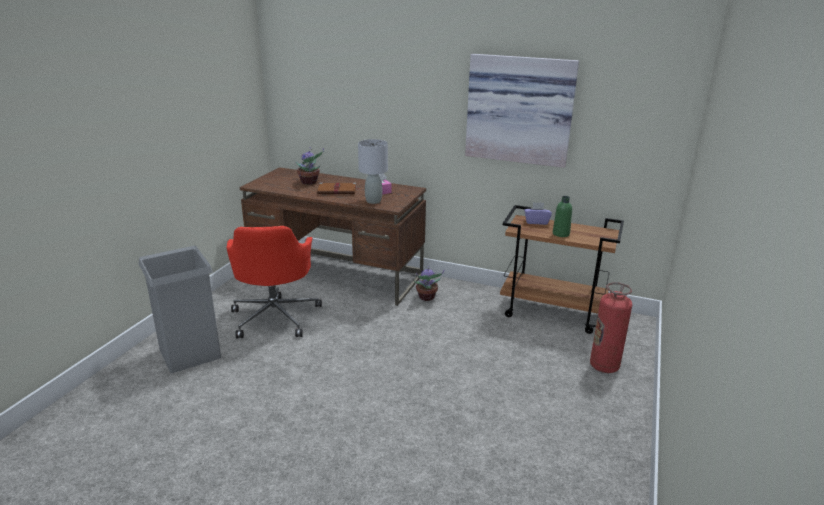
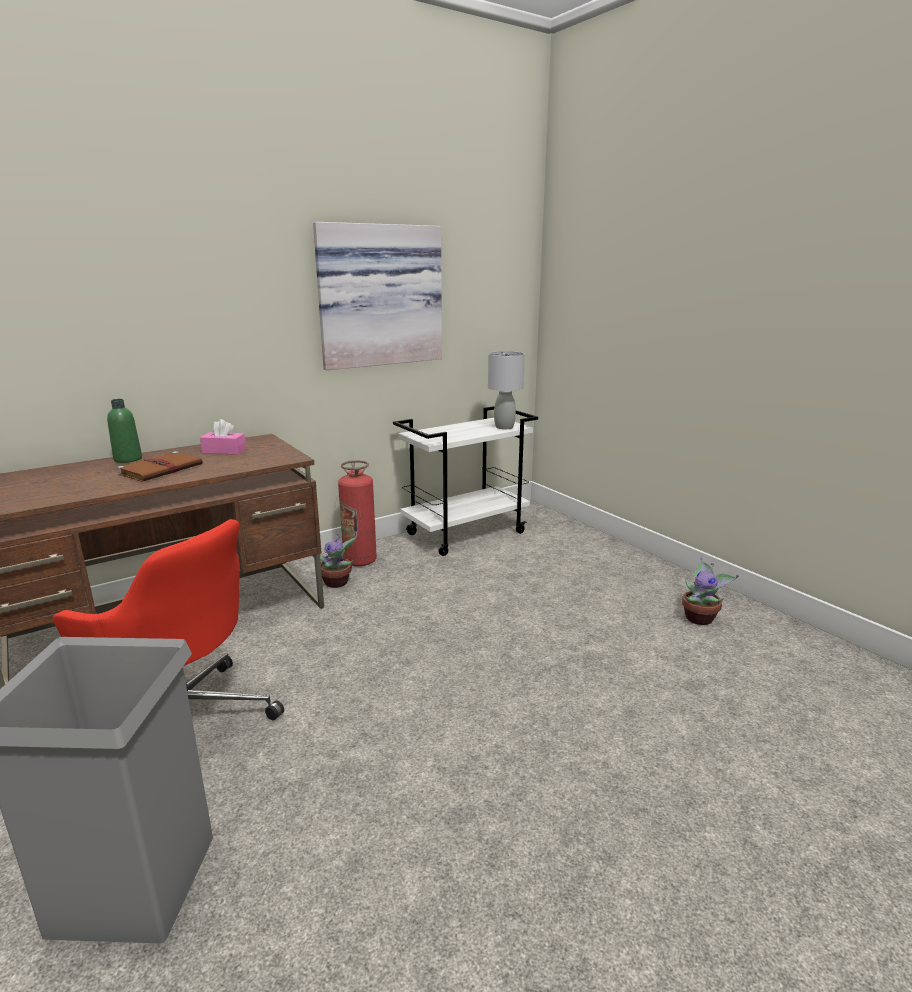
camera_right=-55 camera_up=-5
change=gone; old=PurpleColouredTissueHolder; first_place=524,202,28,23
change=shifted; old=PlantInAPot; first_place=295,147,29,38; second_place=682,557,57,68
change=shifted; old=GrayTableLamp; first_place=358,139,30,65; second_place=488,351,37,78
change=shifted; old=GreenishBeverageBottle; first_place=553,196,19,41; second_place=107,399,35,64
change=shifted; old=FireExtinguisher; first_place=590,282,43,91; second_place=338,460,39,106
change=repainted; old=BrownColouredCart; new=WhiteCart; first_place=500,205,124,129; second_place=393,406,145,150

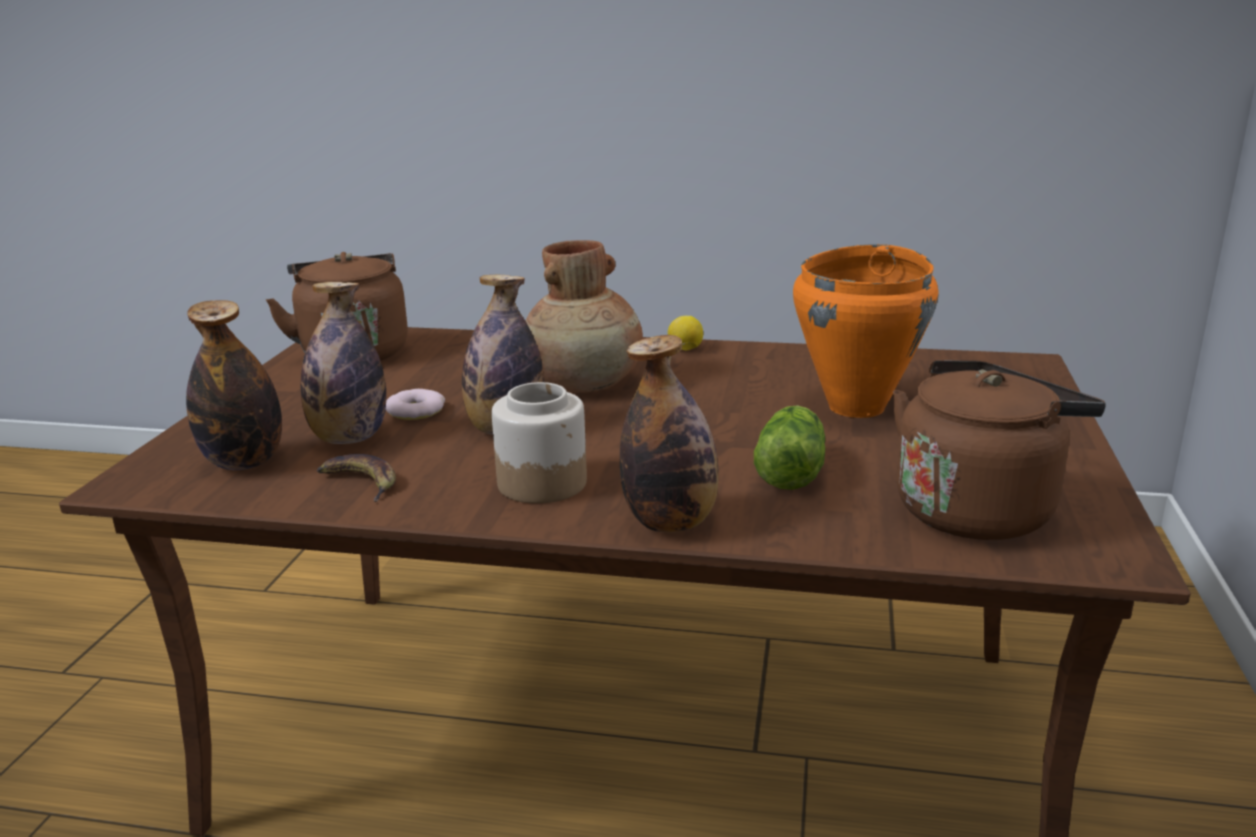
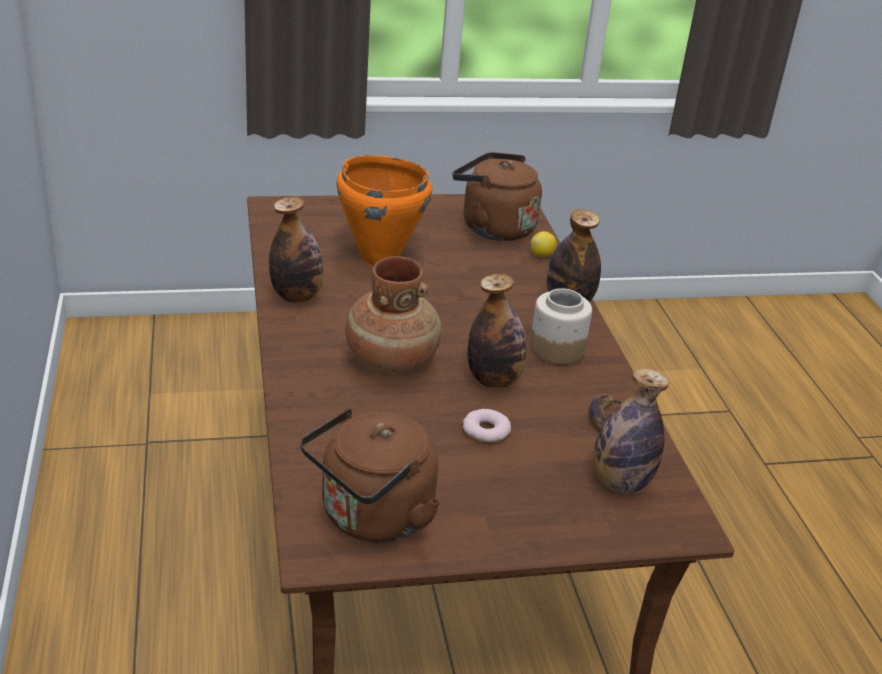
camera_right=-115 camera_up=10
change=gone; old=HeadOfLettuce; first_place=754,405,72,85
change=shifted; old=BeverageBottle; first_place=301,282,85,162; second_place=269,197,54,106
change=shifted; old=WholeLemon; first_place=668,316,35,34; second_place=531,231,26,26

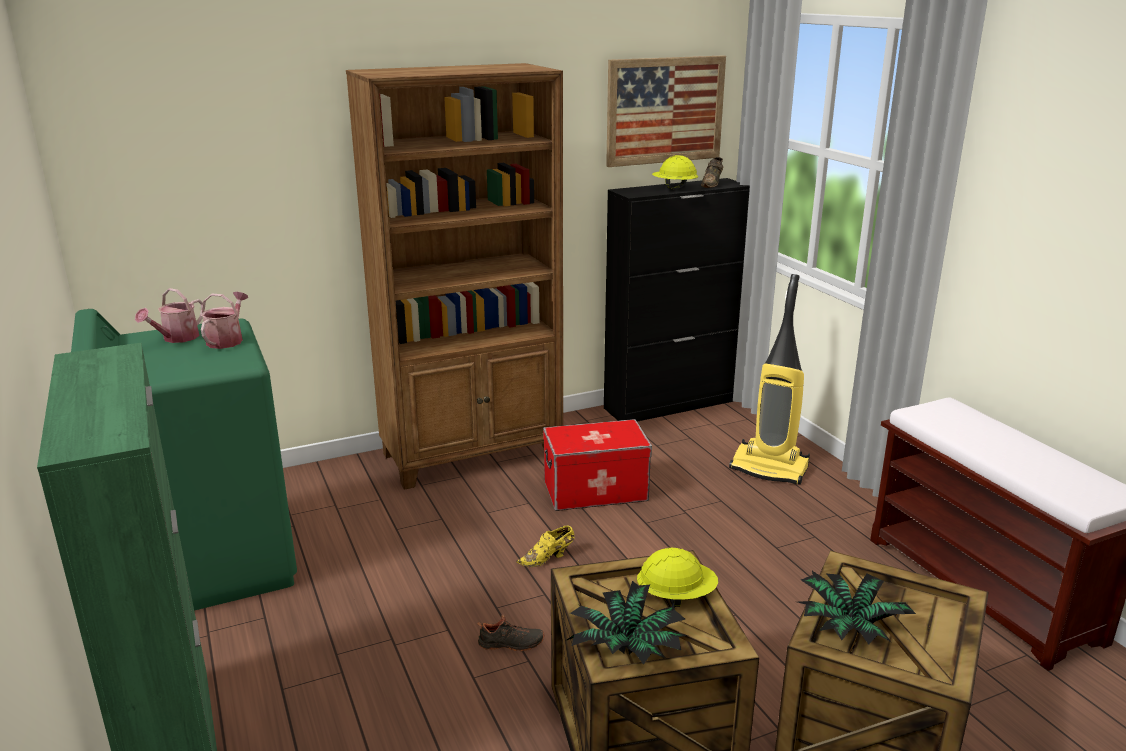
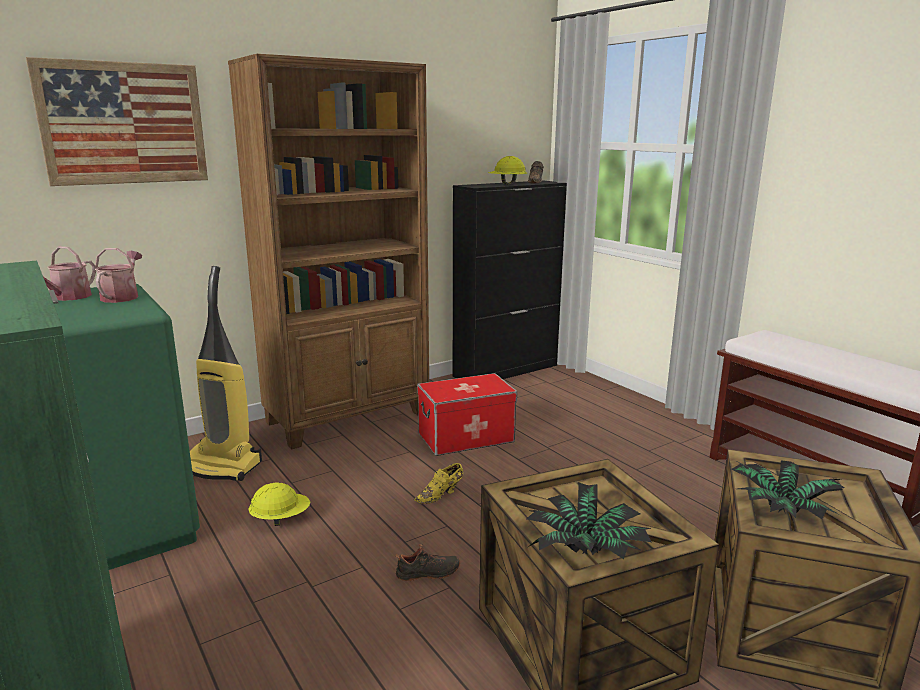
camera_right=-10 camera_up=-5
change=shifted; old=WallArt; first_place=606,55,120,112; second_place=26,57,182,129
change=shifted; old=YellowishHardHat; first_place=637,548,81,59; second_place=248,483,62,43
change=shifted; old=Hoover; first_place=729,274,81,211; second_place=190,266,72,215

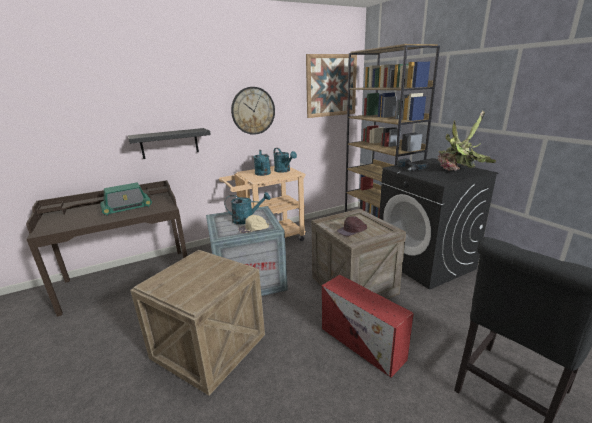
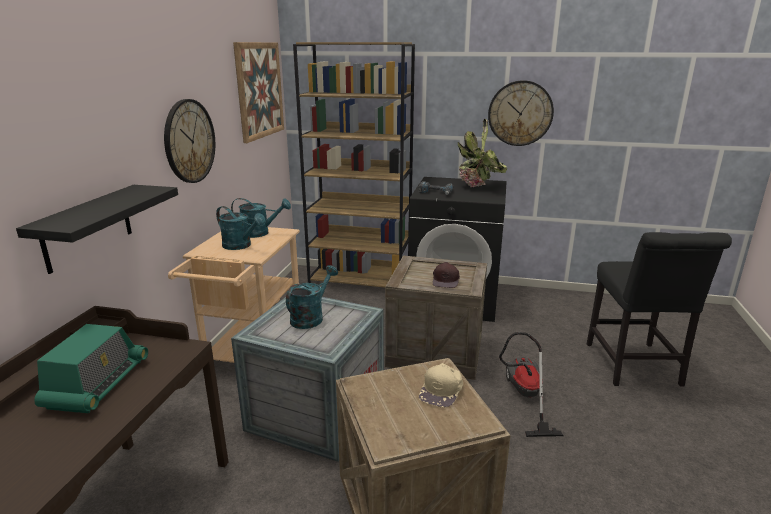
camera_right=-50 camera_up=0
change=new; new=HangingClock; second_place=488,80,66,66
change=shifted; old=BeigeColouredBaseballCap; first_place=238,215,31,18; second_place=419,363,44,45
change=swapped; old=ReddishStorageBox; new=Hoover; first_place=322,275,92,102; second_place=499,332,64,105

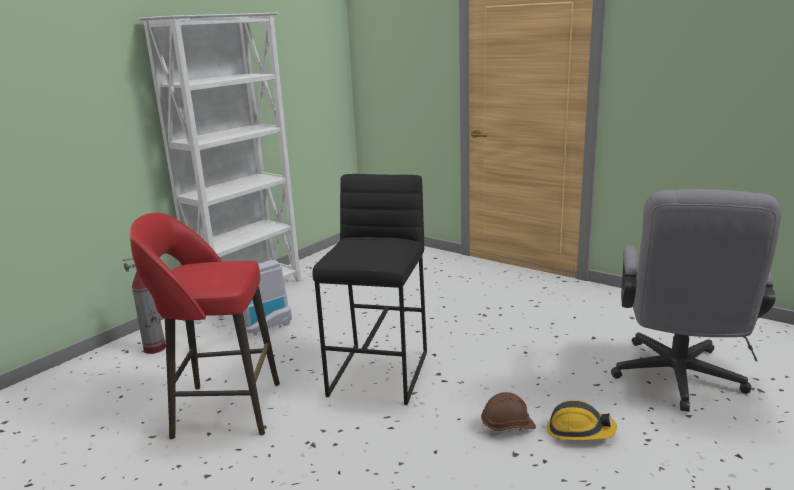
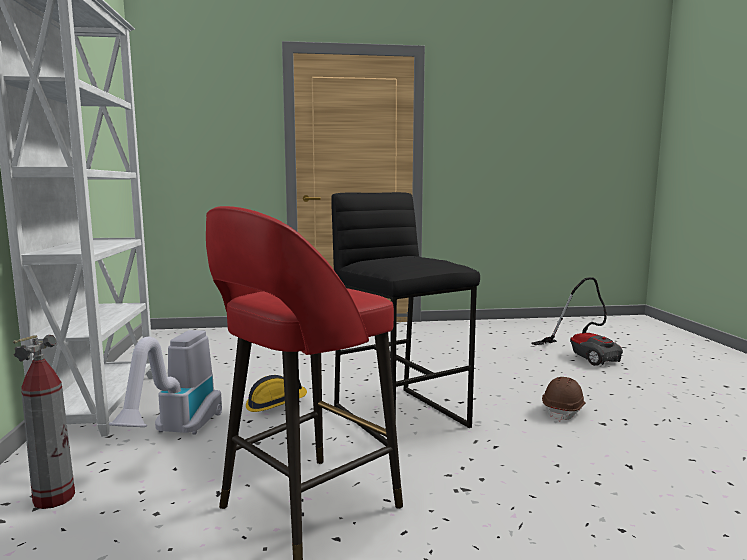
camera_right=-45 camera_up=-10
change=shifted; old=HardHat; first_place=547,400,70,40; second_place=246,375,61,37
change=swapped; old=GrayOfficeChair; new=Hoover; first_place=611,189,171,223; second_place=531,277,92,89

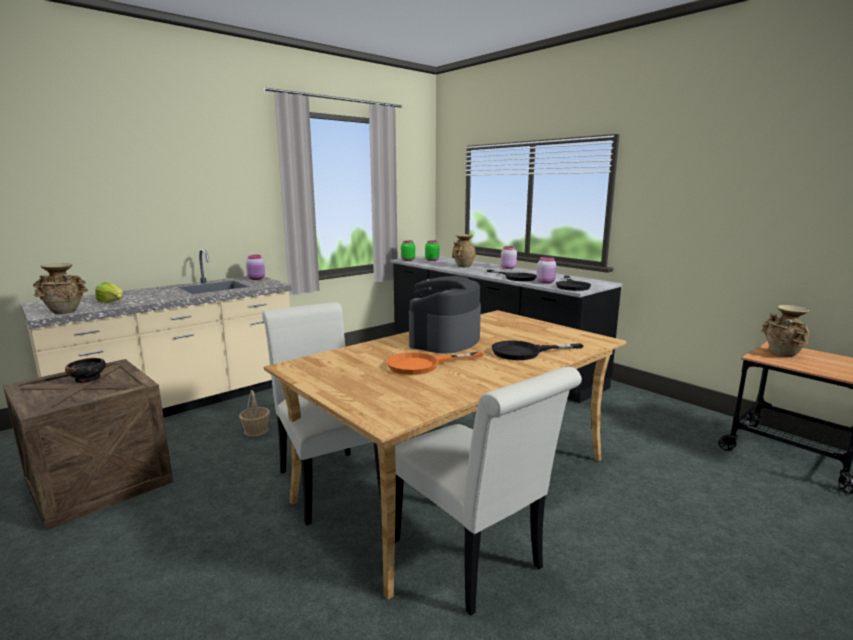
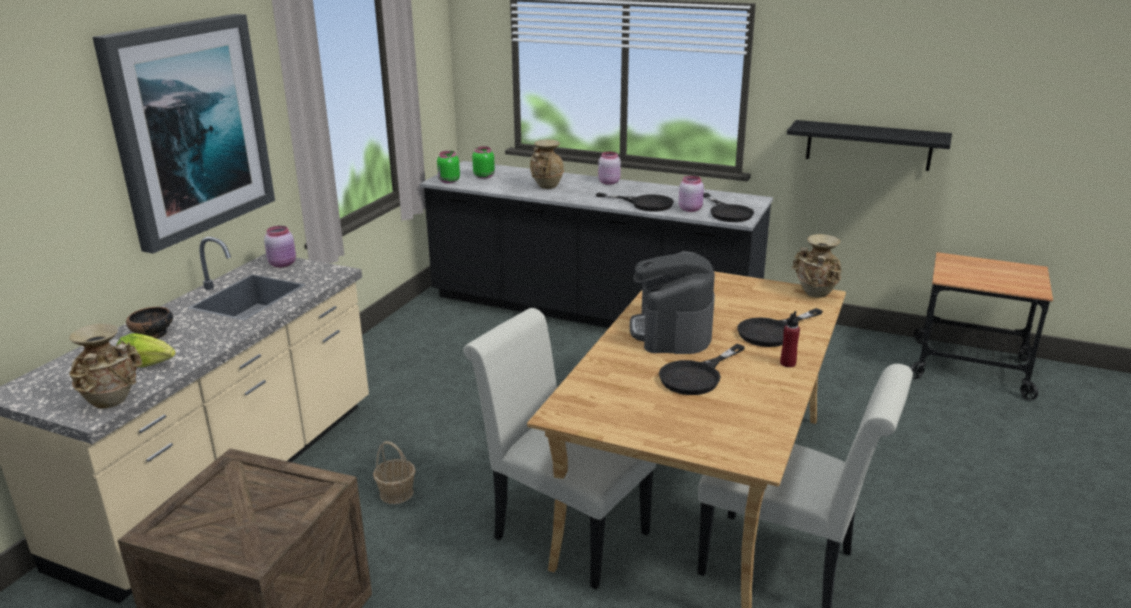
camera_right=-25 camera_up=10
change=new; new=WallArt; second_place=92,14,183,240
change=new; new=ReddishBeverageBottle; second_place=780,311,20,56
change=new; new=BlackBracketShelf; second_place=787,120,165,51
change=shifted; old=Bowl; first_place=65,358,41,25; second_place=126,307,47,32
change=shifted; old=BeigeColouredFlowerVase; first_place=761,305,48,52; second_place=791,234,51,64
change=repainted; old=OrangeyFryingPan; new=BlackFryingPan; first_place=387,352,96,23; second_place=659,344,86,51

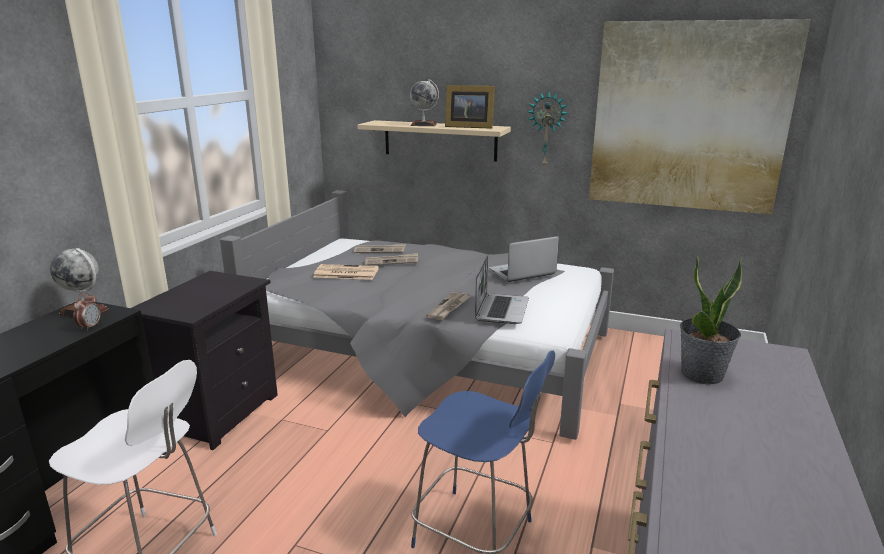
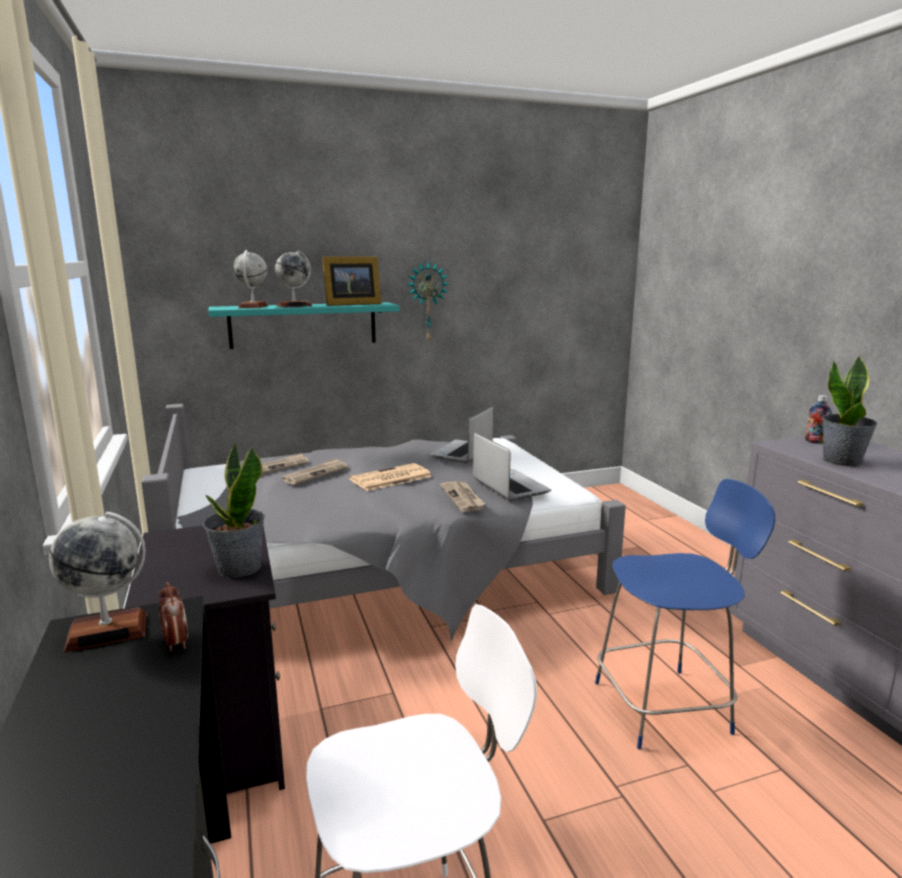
camera_right=-40 camera_up=-5
change=gone; old=WallArt; first_place=589,19,222,196
change=new; new=PlantInAPot; second_place=203,442,62,136
change=new; new=WorldGlobe; second_place=233,250,35,58
change=new; new=BeverageBottle; second_place=805,395,27,49
change=shifted; old=DailyPaper; first_place=313,264,66,16; second_place=349,463,83,28
change=repainted; old=BeigeColouredBracketShelf; new=TurquoiseBracketShelf; first_place=358,120,153,42; second_place=208,302,192,47

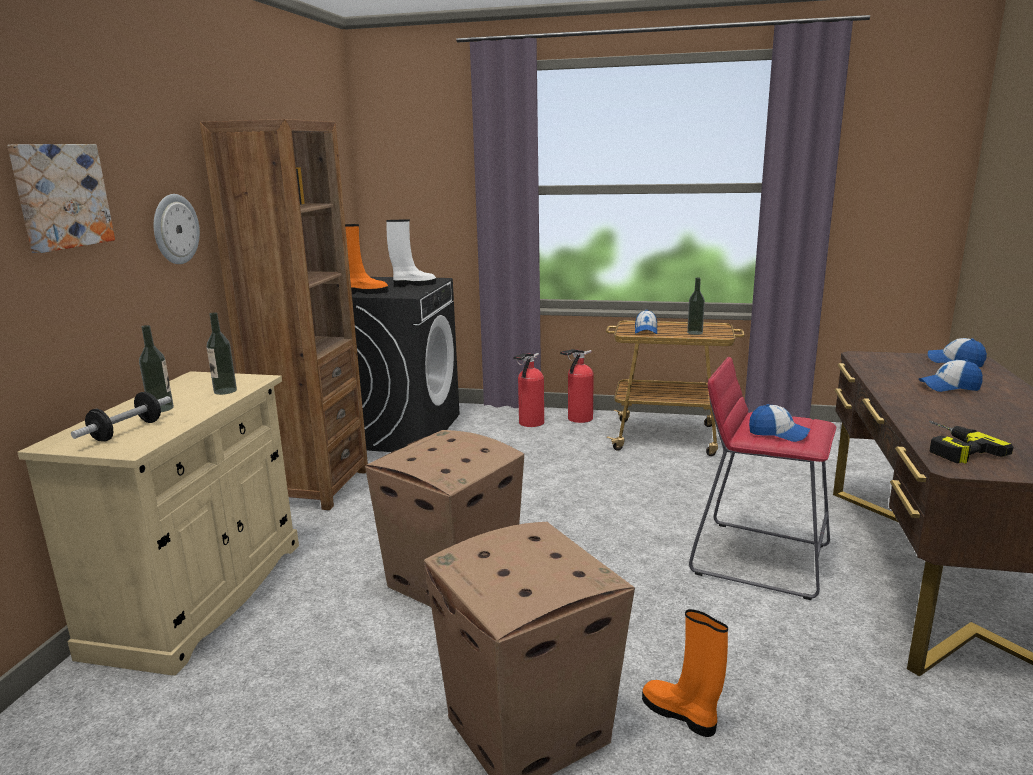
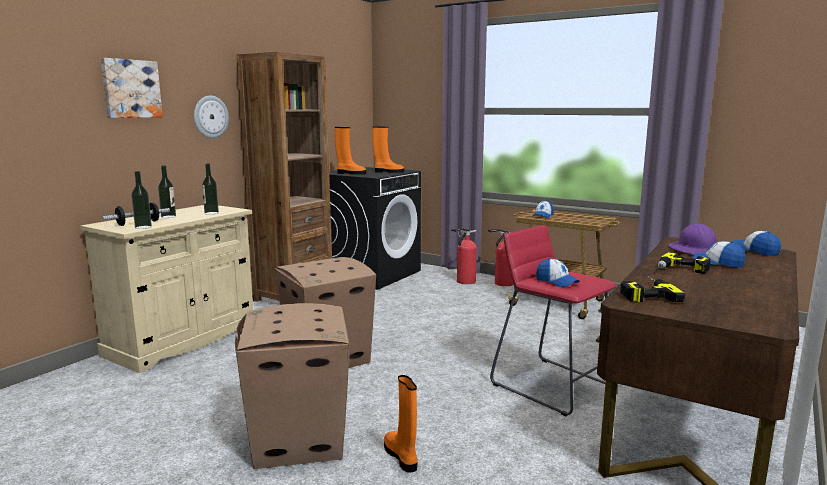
camera_right=20 camera_up=-5
change=new; new=ElectricDrill; second_place=655,252,56,21
change=new; new=PurpleColouredHardHat; second_place=669,223,47,31
change=shifted; old=BeverageBottle; first_place=687,277,18,58; second_place=131,171,21,58
change=repainted; old=WhiteTallBoot; new=OrangeyTallBoot; first_place=386,219,50,68; second_place=372,126,32,47

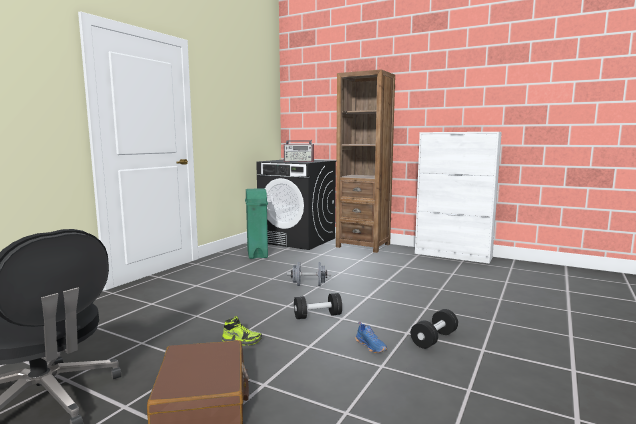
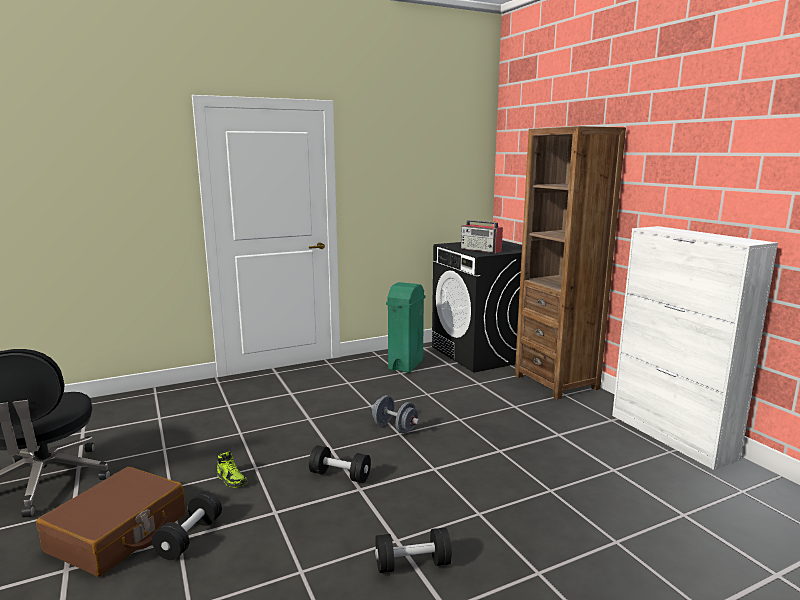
camera_right=35 camera_up=5
change=gone; old=BluishShoe; first_place=355,322,32,31
change=new; new=BlackHandWeight; second_place=152,491,70,69

